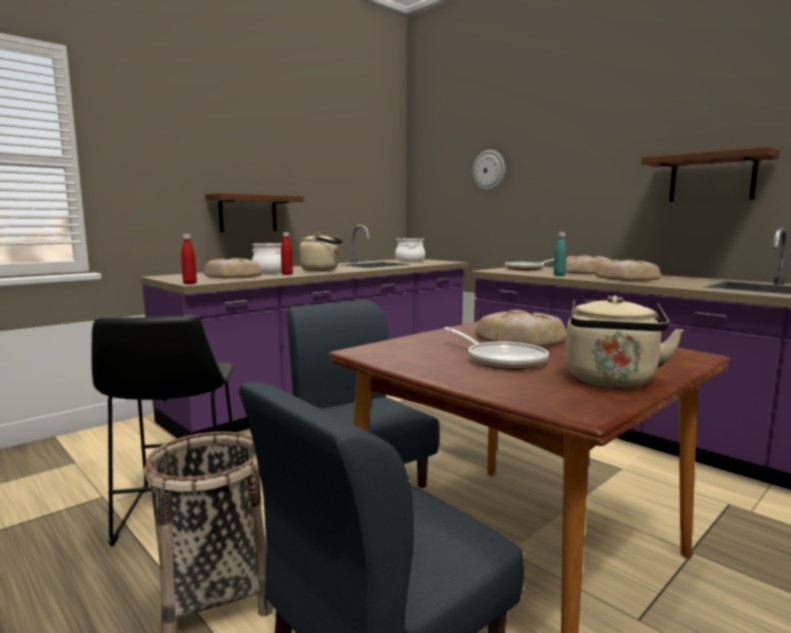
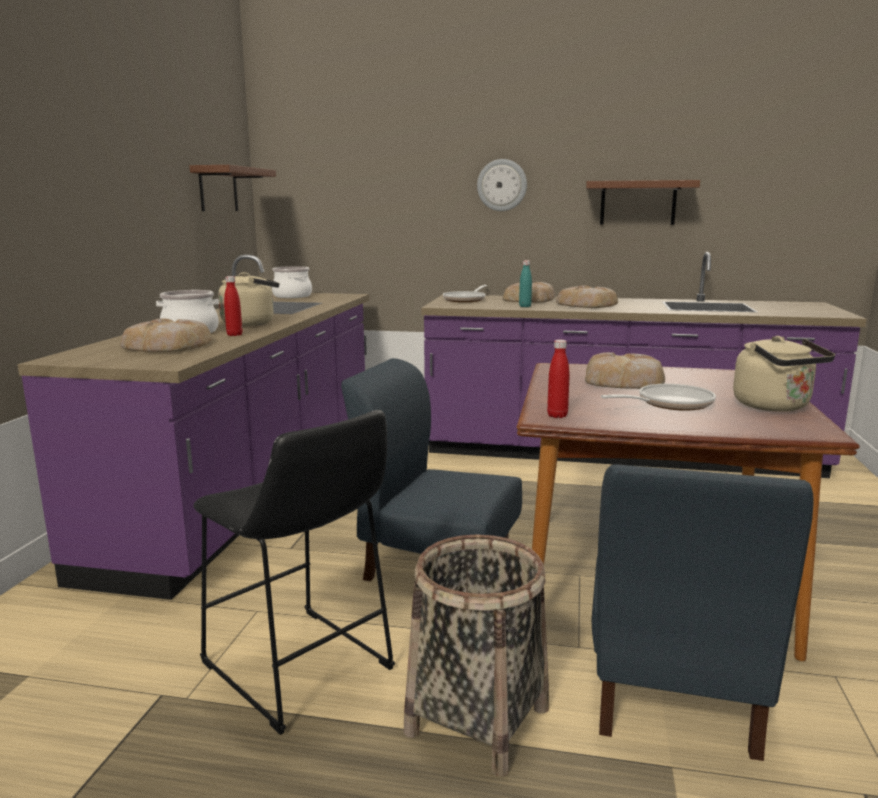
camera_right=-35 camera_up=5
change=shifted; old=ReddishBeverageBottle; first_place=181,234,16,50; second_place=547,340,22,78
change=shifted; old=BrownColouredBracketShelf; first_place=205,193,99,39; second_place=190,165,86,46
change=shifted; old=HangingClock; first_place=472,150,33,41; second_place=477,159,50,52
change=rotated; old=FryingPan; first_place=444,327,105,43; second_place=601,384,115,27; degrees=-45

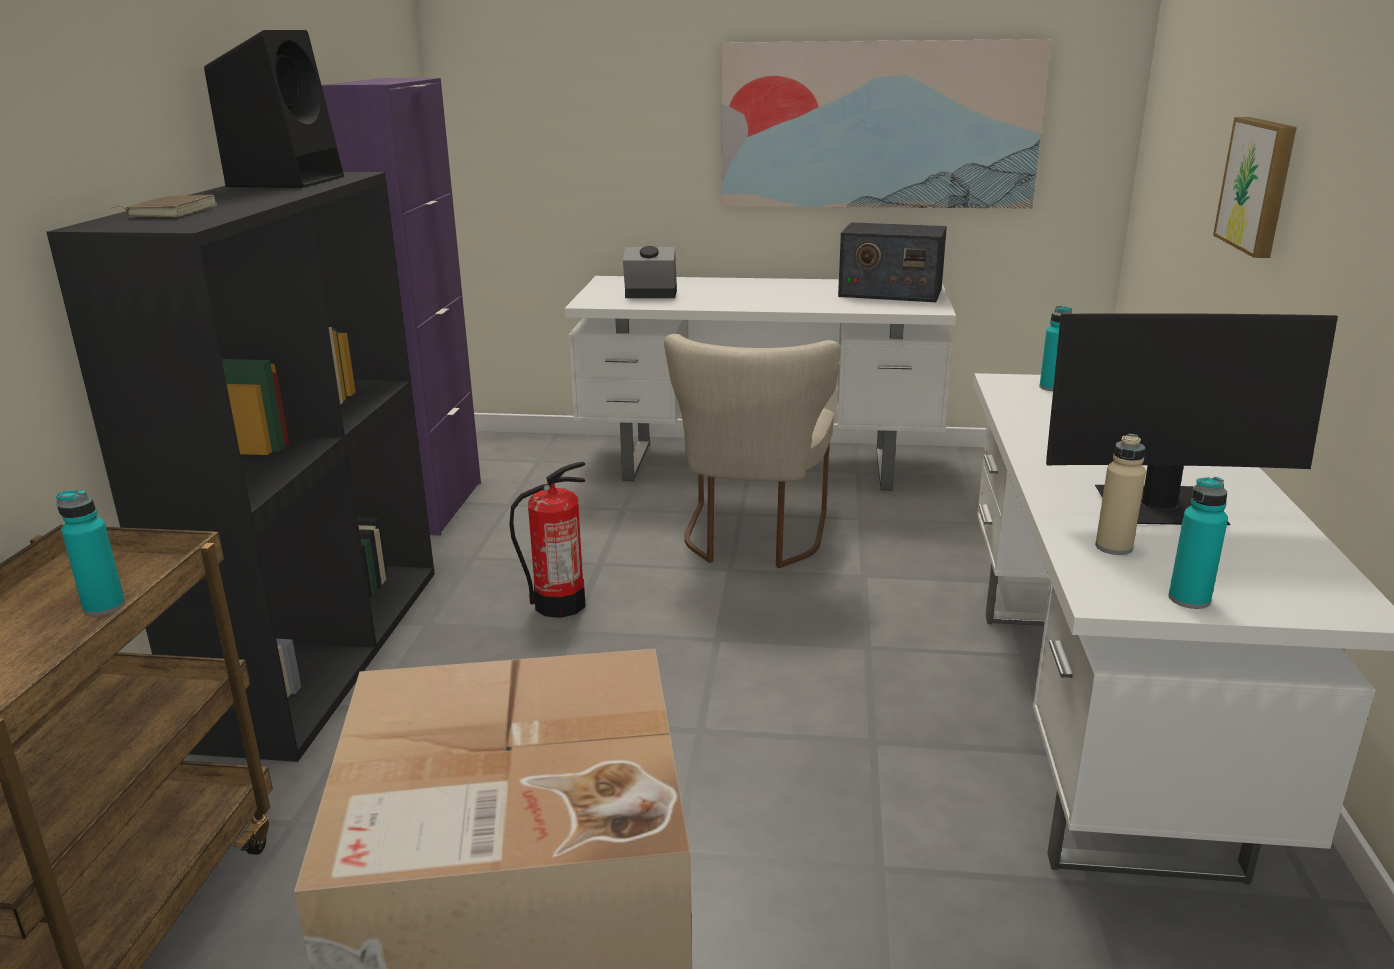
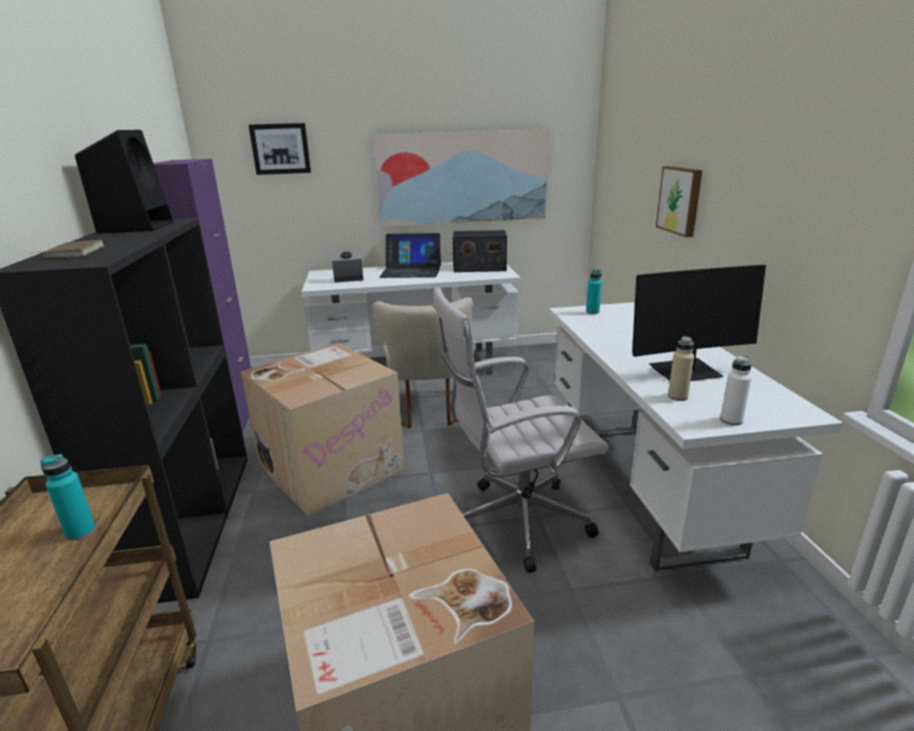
camera_right=-15 camera_up=0
change=new; new=WallArt; second_place=249,123,62,52
change=new; new=PortableComputer; second_place=379,233,62,45
change=new; new=WhiteOfficeChair; second_place=433,287,176,286
change=swapped; old=FireExtinguisher; new=CardboardBox; first_place=509,462,77,156; second_place=241,343,164,173
change=repainted; old=TurquoiseBeverageBottle; new=WhiteBeverageBottle; first_place=1168,477,60,132; second_place=720,355,32,71

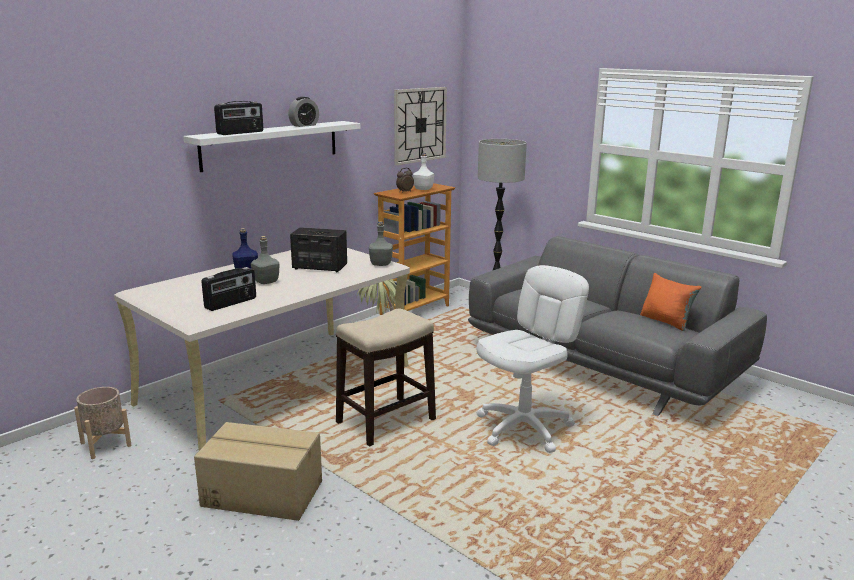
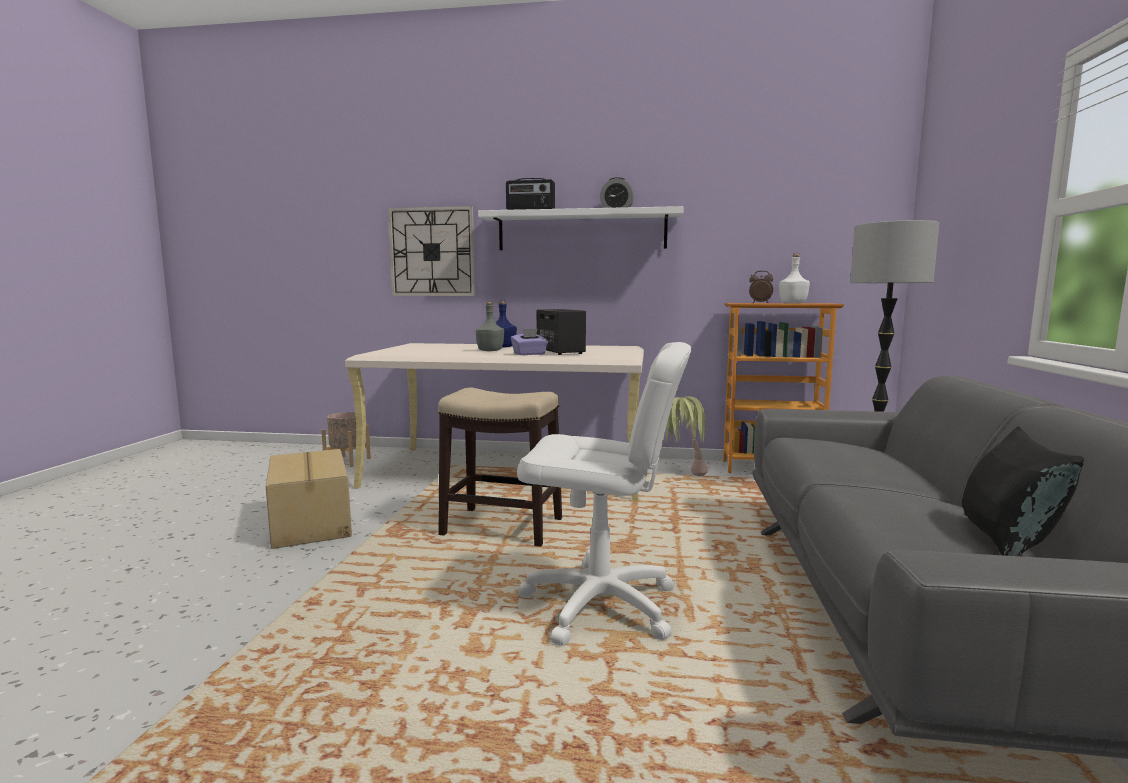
camera_right=55 camera_up=-10
change=gone; old=RadioReceiver; first_place=202,267,54,44
change=gone; old=GrayBeverageBottle; first_place=369,221,24,45
change=new; new=PurpleColouredTissueHolder; second_place=511,328,37,27
change=shifted; old=HangingClock; first_place=394,87,53,78; second_place=388,206,87,90
change=repainted; old=OrangeyPillow; new=BlackPillow; first_place=640,273,62,58; second_place=962,426,122,130

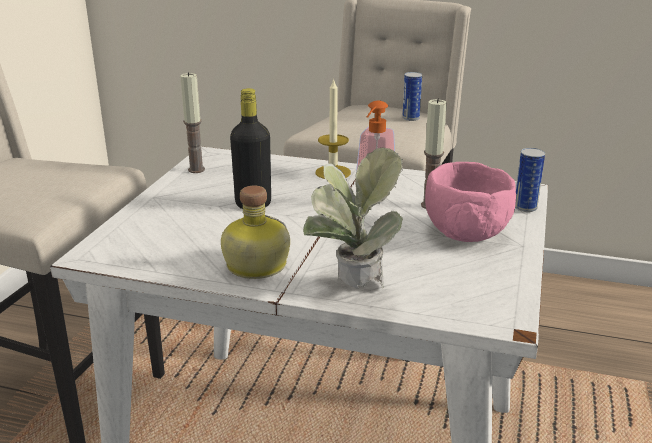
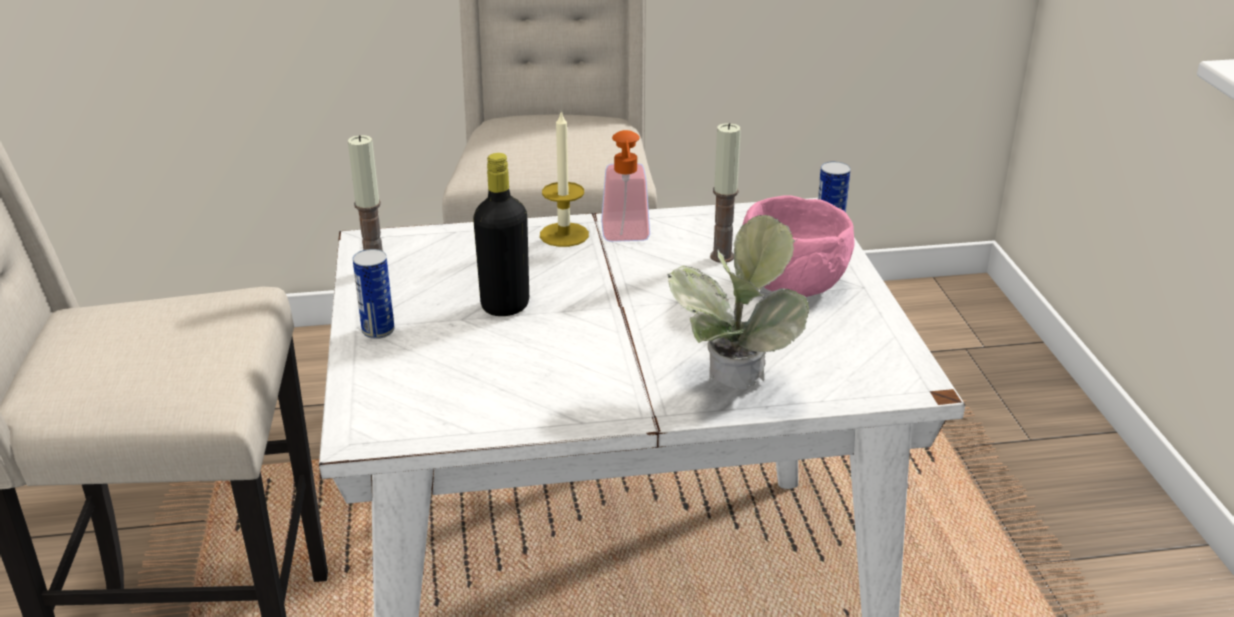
camera_right=-25 camera_up=5
change=gone; old=BeverageBottle; first_place=221,185,69,94
change=shifted; old=SealedCan; first_place=402,72,20,49; second_place=352,249,43,90

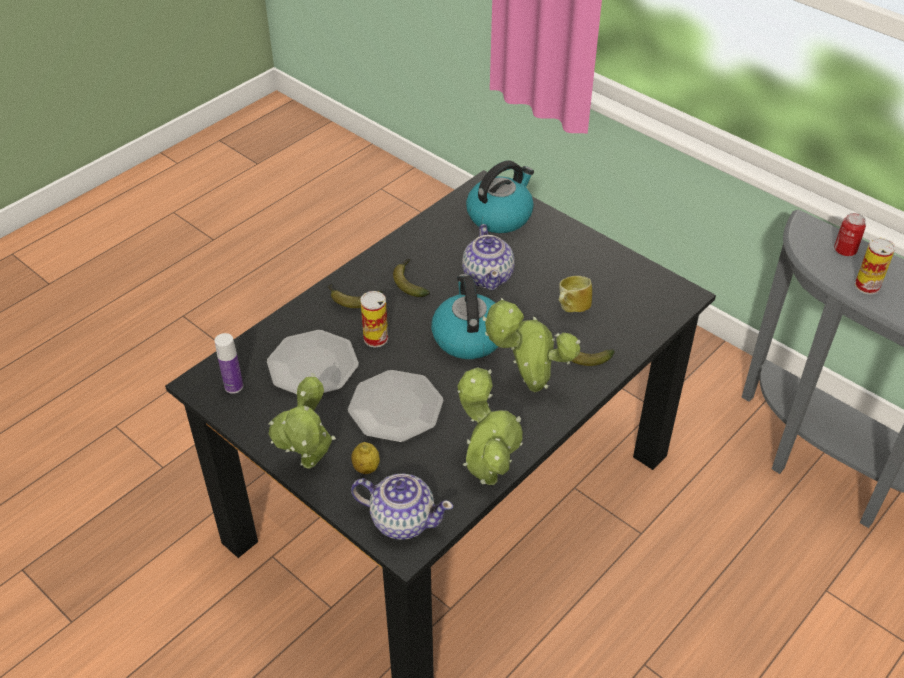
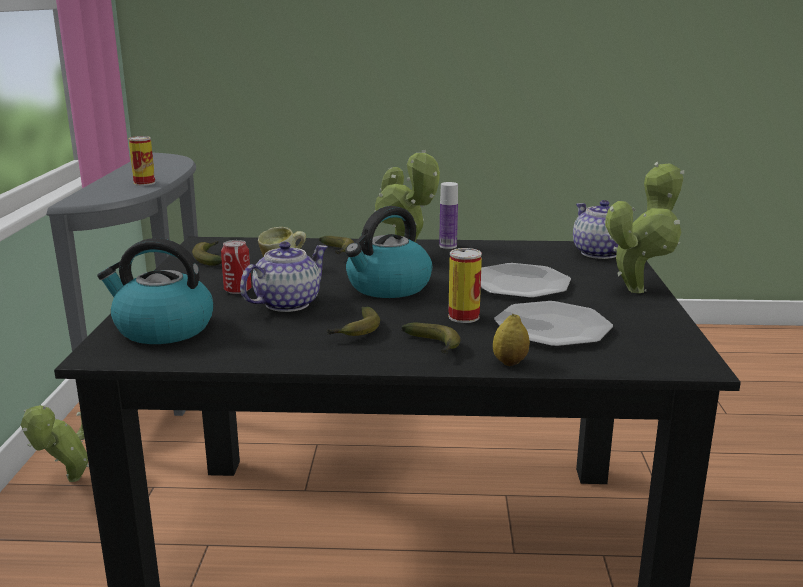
camera_right=-130 camera_up=-25
change=new; new=WholeBanana; second_place=192,241,30,25
change=shifted; old=BeverageBottle; first_place=215,333,28,61; second_place=439,182,19,67
change=shifted; old=WholeLemon; first_place=351,442,29,32; second_place=493,314,37,52
change=shifted; old=PlantInAPot; first_place=457,367,66,118; second_place=21,405,68,77
change=shifted; old=SealedCan; first_place=834,213,32,43; second_place=221,240,31,54

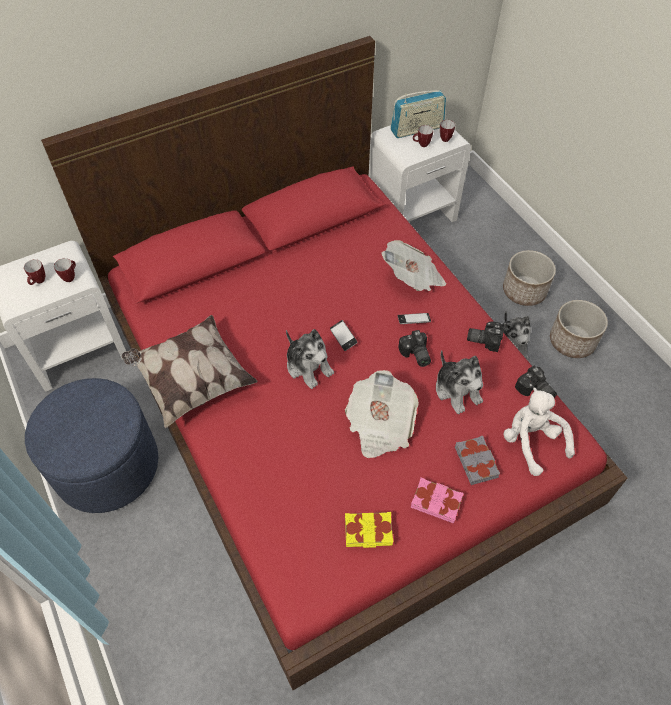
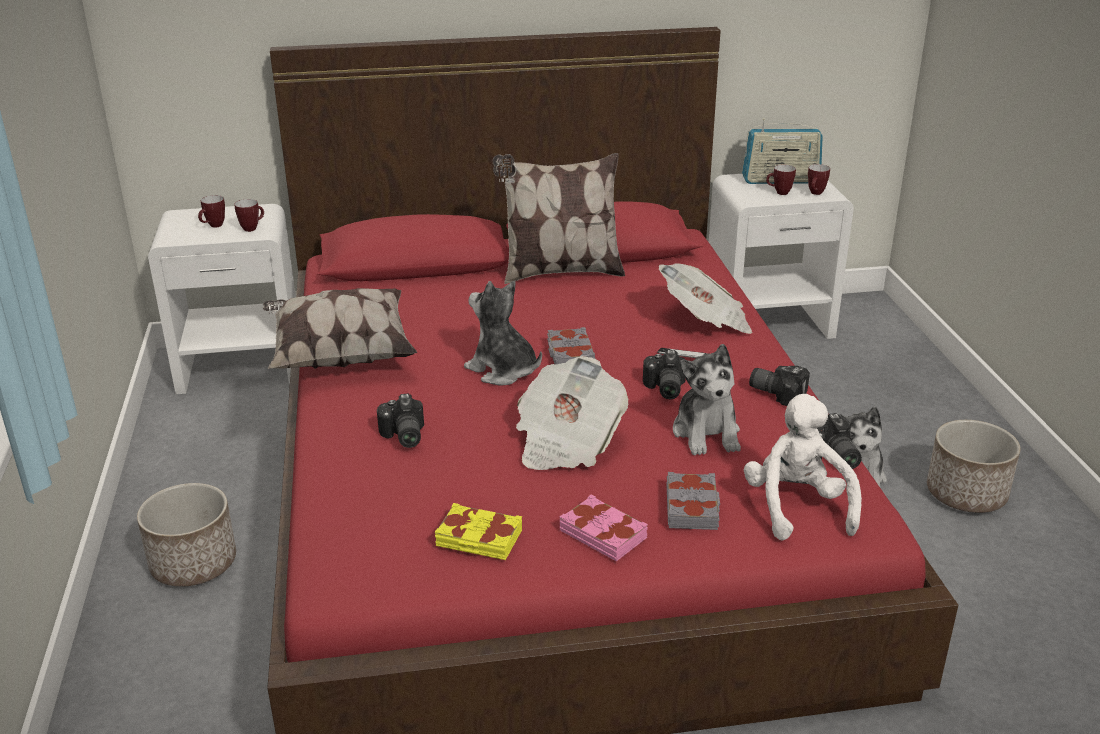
camera_right=20 camera_up=-25
change=gone; old=BluishPouffe; first_place=25,378,134,135
change=new; new=StillCamera; second_place=377,393,47,55
change=new; new=Pillow; second_place=493,153,132,131
change=shifted; old=PlantPot; first_place=503,250,53,56; second_place=137,483,99,104
change=swapped; old=Telephone; new=GrayBook; first_place=330,320,28,31; second_place=547,327,48,37
change=rotated; old=PlushToy; first_place=286,329,48,60; second_place=464,281,78,104; degrees=150

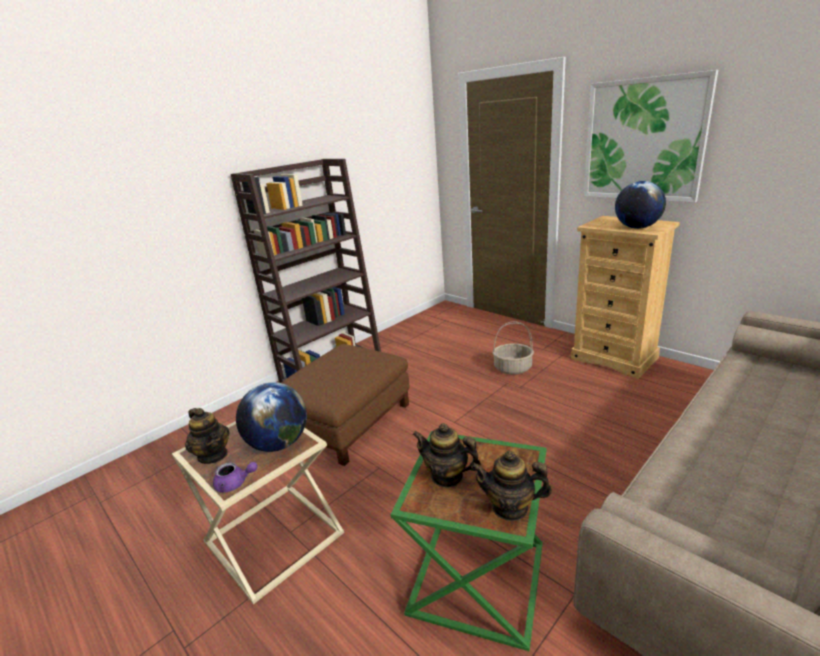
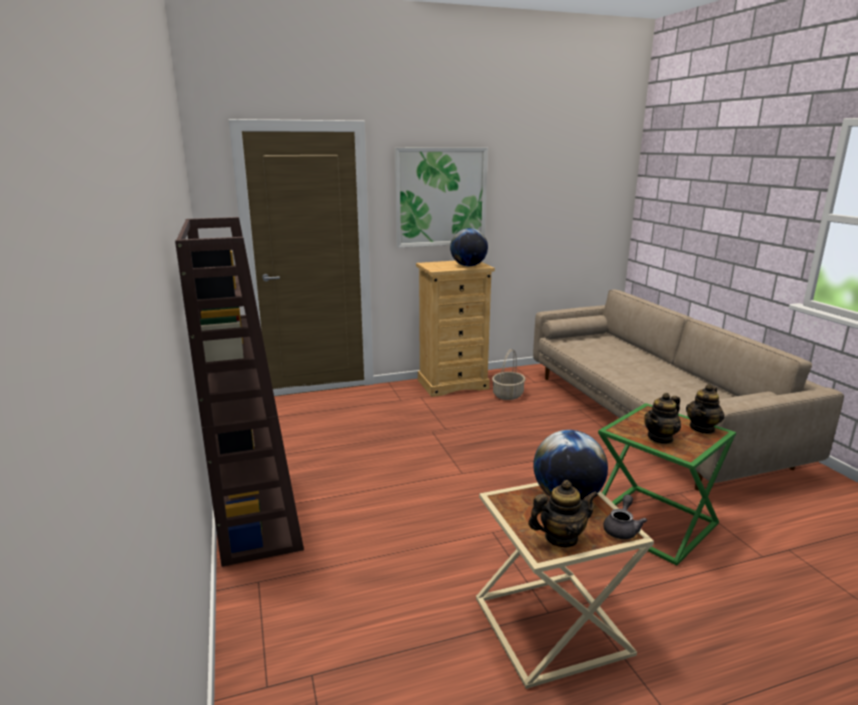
camera_right=-65 camera_up=-5
change=gone; old=BrownColouredPouffe; first_place=281,344,128,122
change=shifted; old=HouseholdBasket; first_place=493,321,41,54; second_place=492,349,33,51
change=repainted; old=PurpleColouredTeapot; new=GrayTeapot; first_place=213,462,44,31; second_place=603,494,44,45

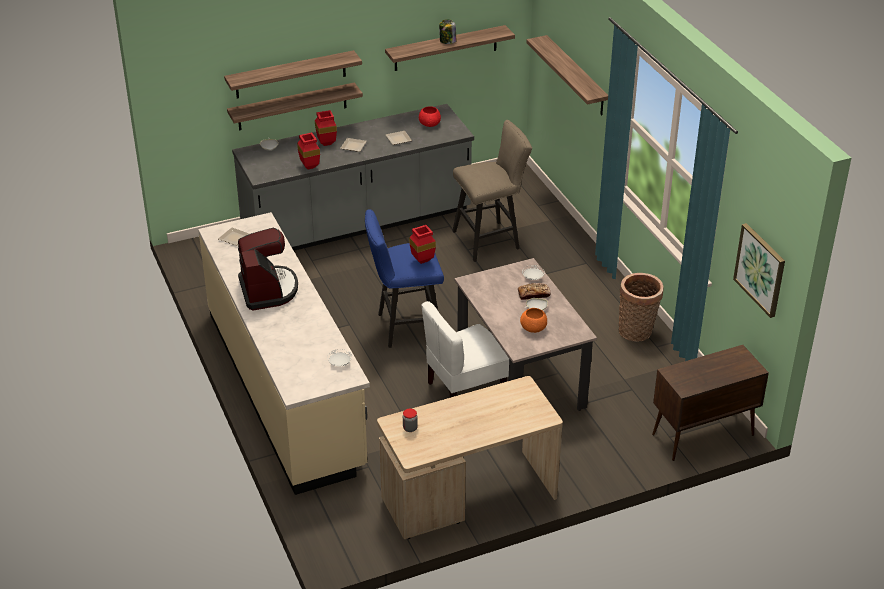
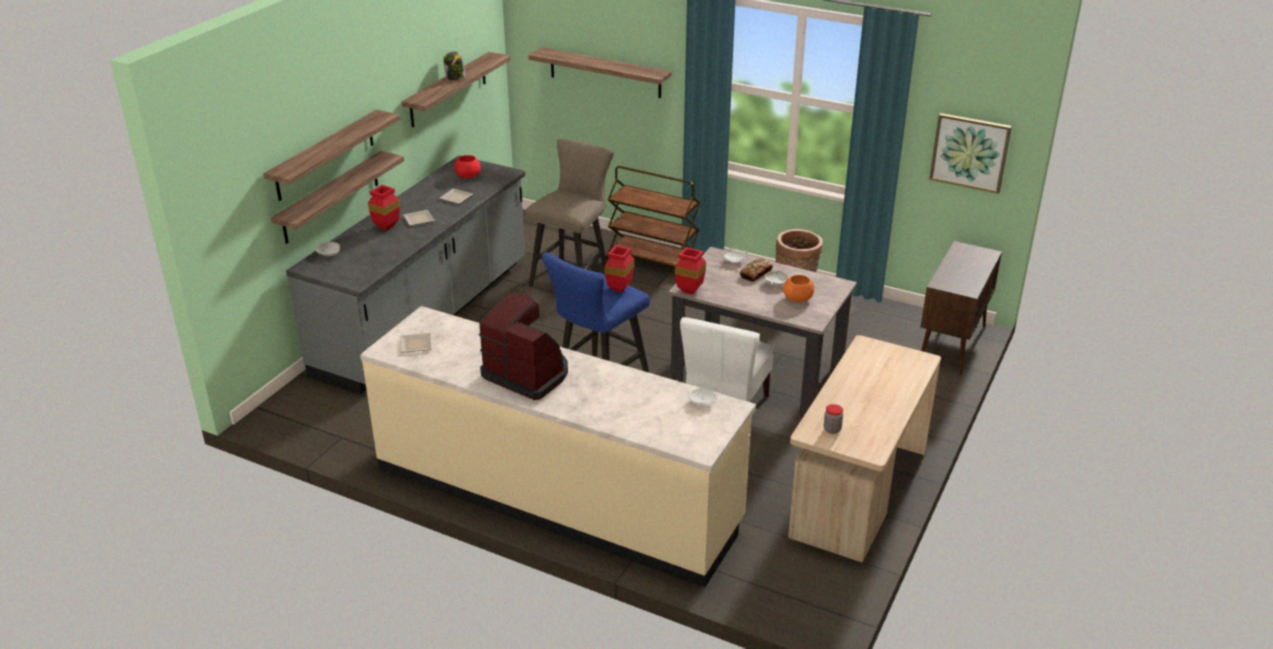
camera_right=-40 camera_up=-5
change=new; new=BrownColouredCart; second_place=606,166,94,104
change=shifted; old=ReddishFlowerVase; first_place=297,132,23,37; second_place=675,247,31,48

